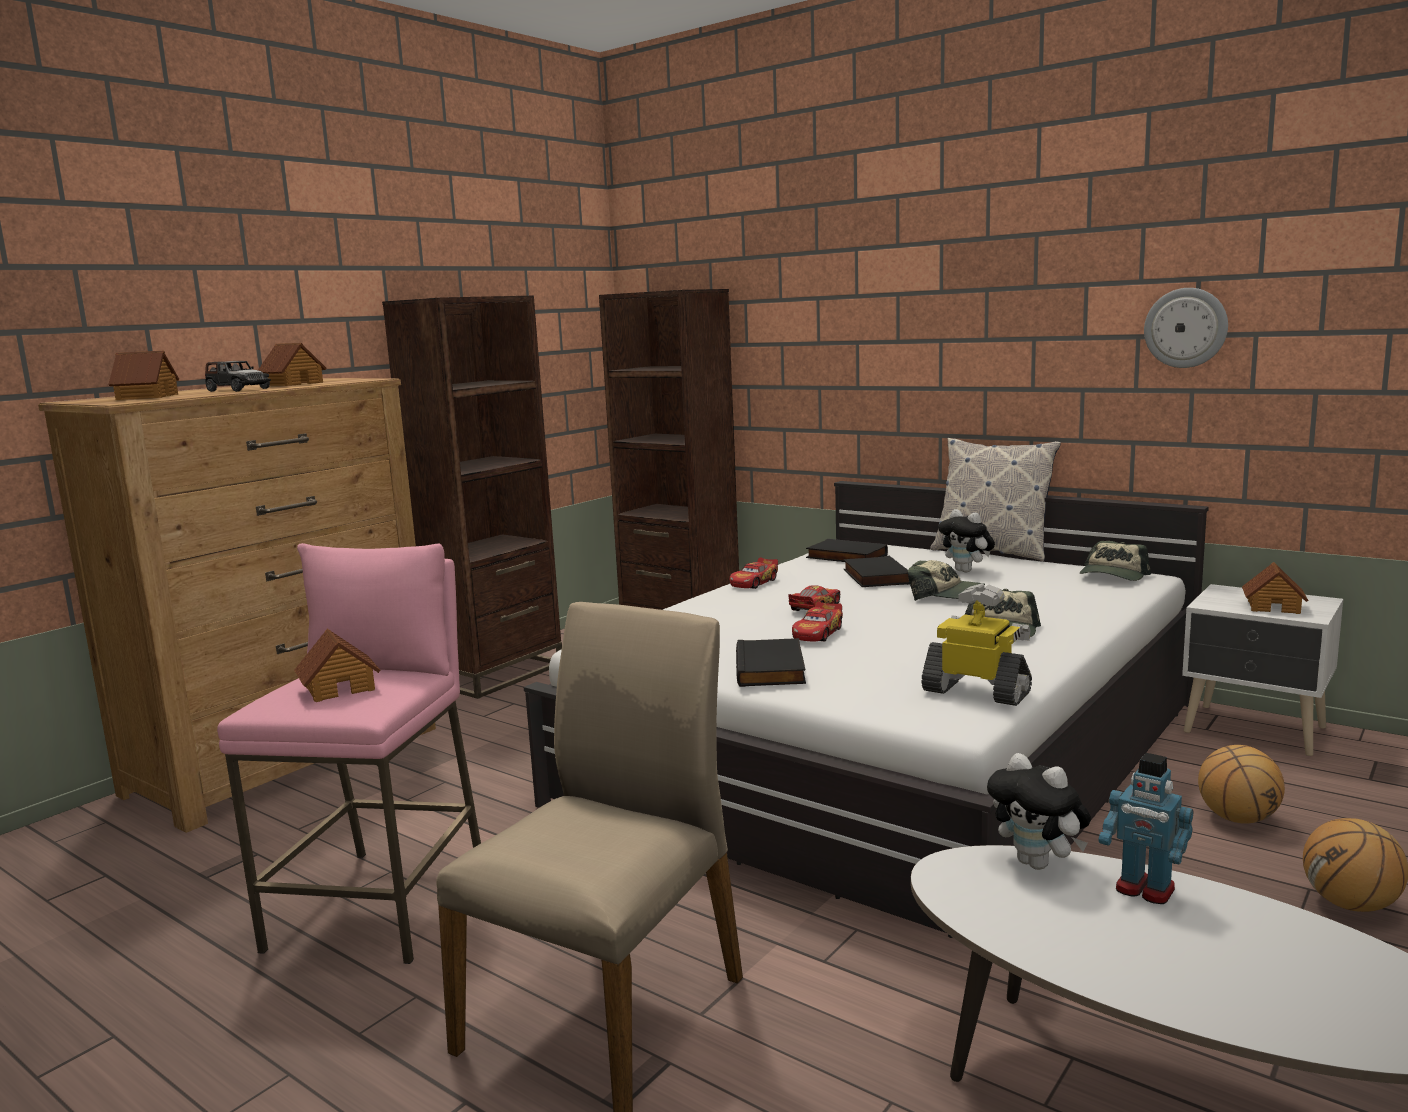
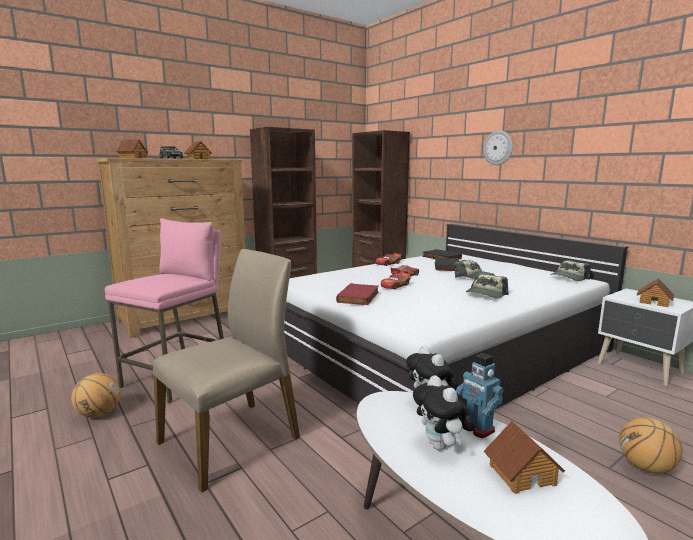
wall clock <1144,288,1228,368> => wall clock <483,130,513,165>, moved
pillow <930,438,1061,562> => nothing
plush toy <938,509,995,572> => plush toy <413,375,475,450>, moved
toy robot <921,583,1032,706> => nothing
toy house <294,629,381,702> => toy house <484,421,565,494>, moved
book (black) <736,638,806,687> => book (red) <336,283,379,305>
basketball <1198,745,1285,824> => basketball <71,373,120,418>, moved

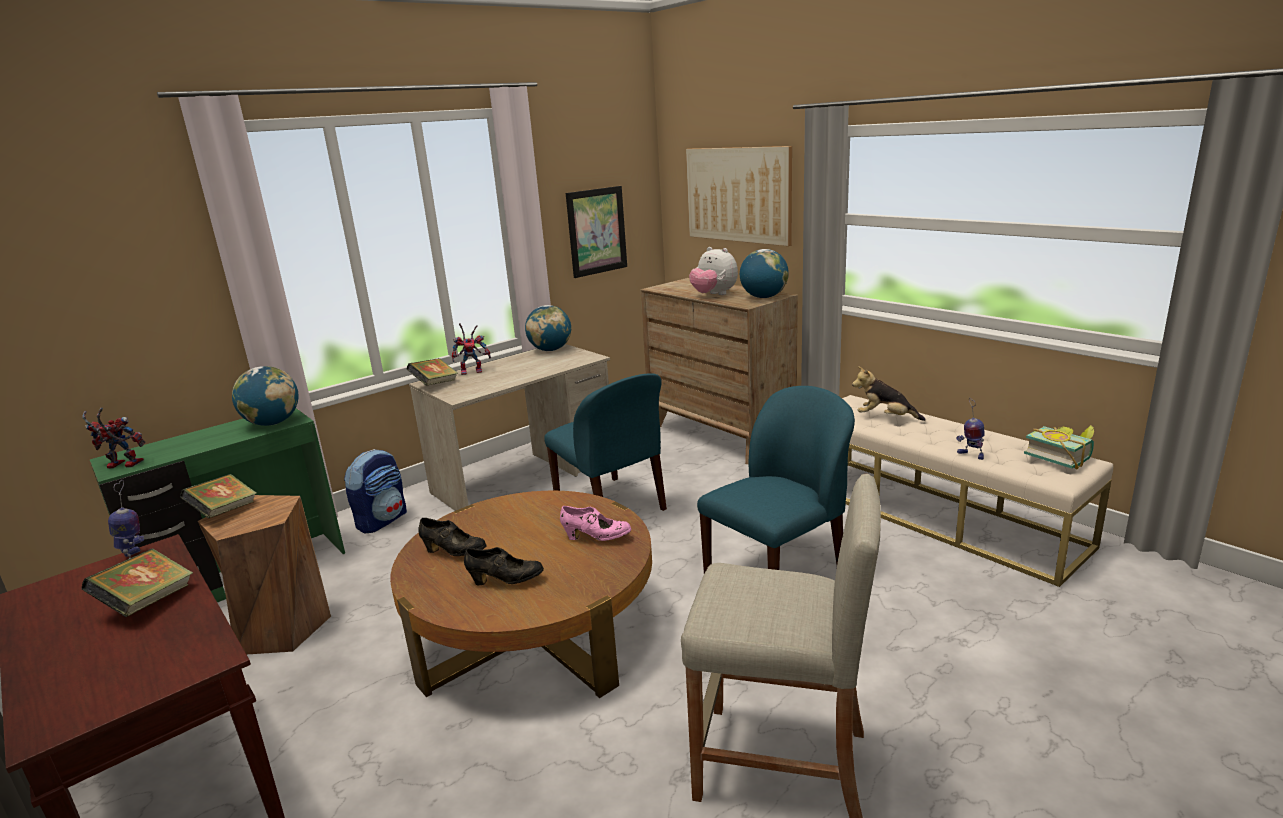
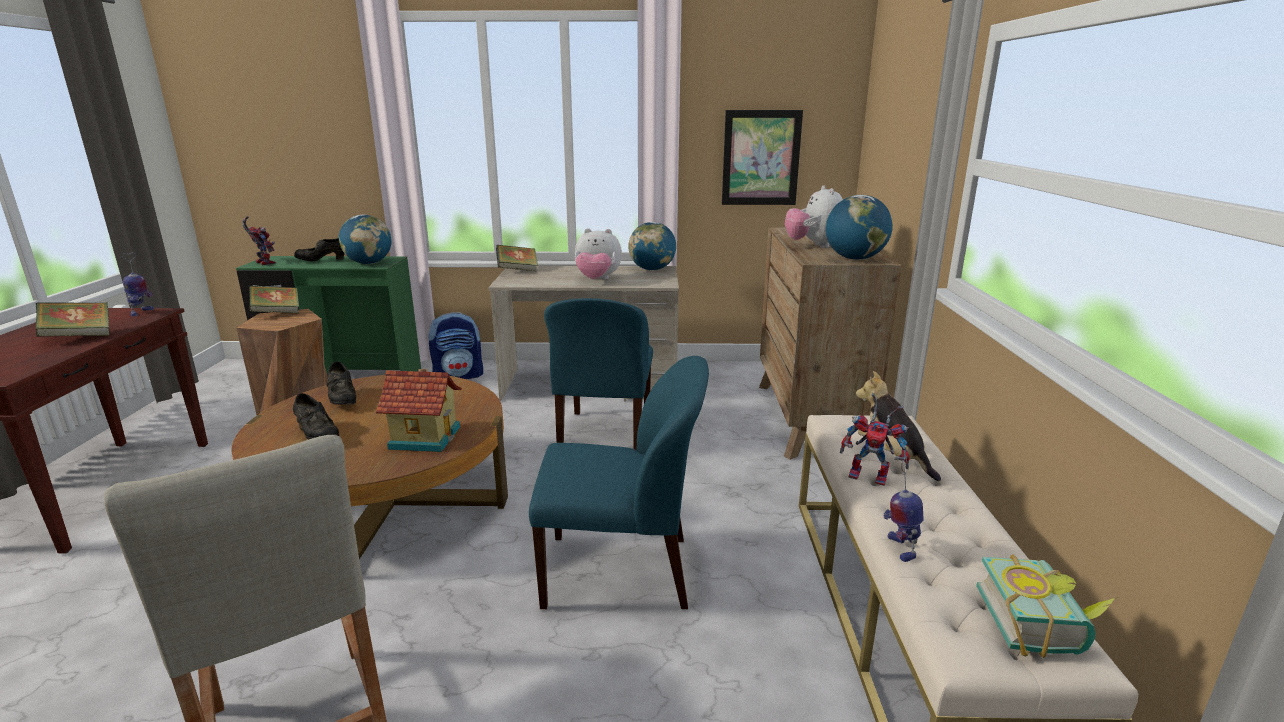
picture <686,146,792,246> => nothing
toy robot <452,323,491,375> => toy robot <840,393,910,486>, moved
shoe (pink) <560,506,631,541> => toy house <376,369,462,452>
nothing => plush toy <574,228,622,280>
nothing => shoe (black) <294,238,345,261>

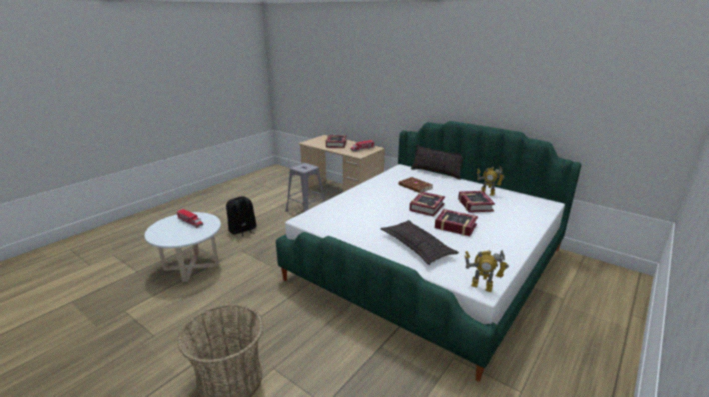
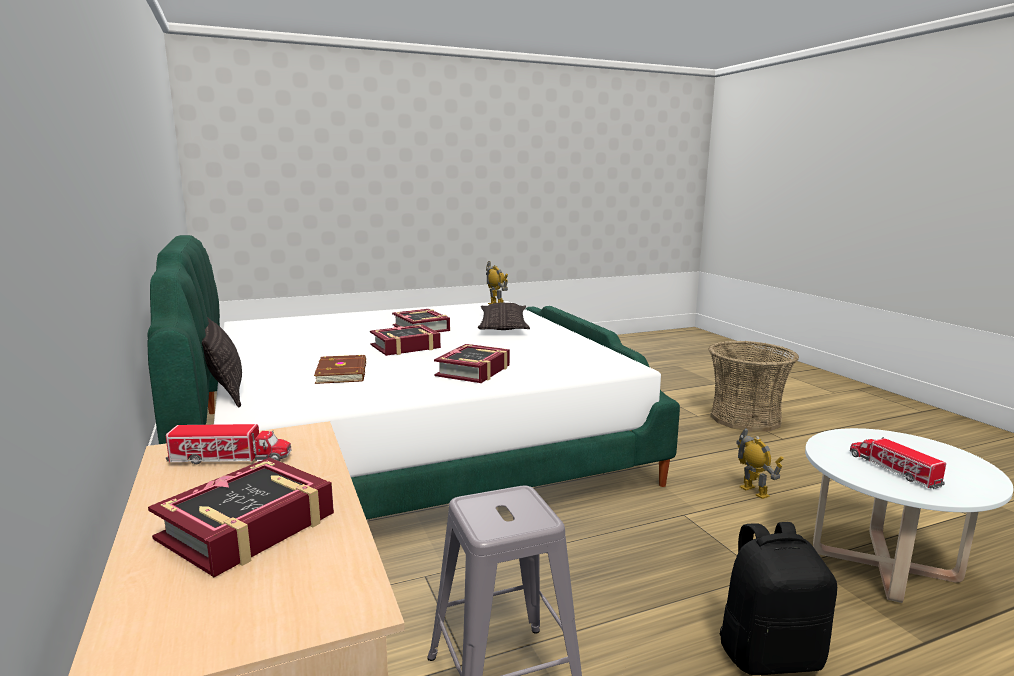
toy robot <477,167,505,196> => toy robot <736,428,784,499>, moved
book <458,191,495,213> => book <434,344,510,383>, moved

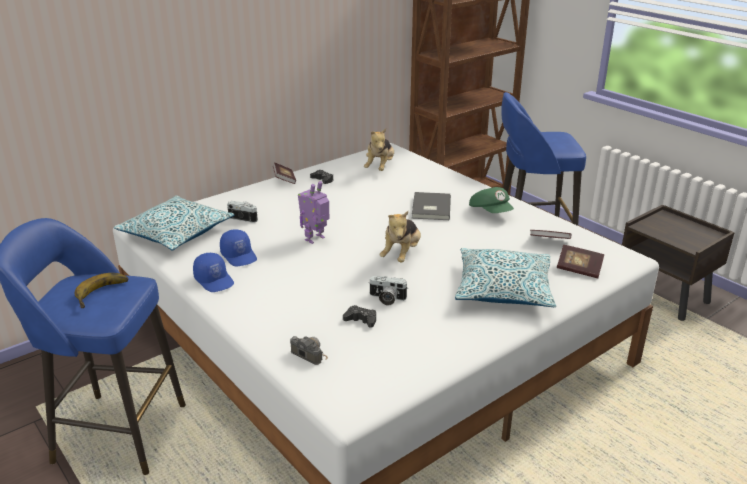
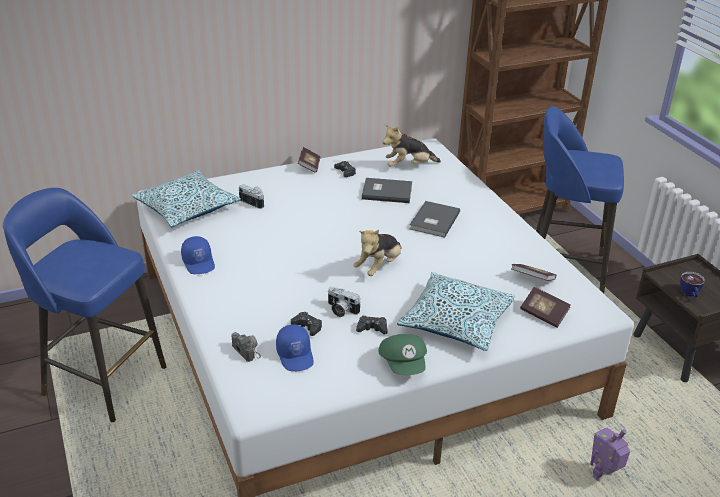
plush toy <364,128,394,171> => plush toy <383,124,441,167>, 45 degrees clockwise
toy robot <298,181,329,244> => toy robot <590,428,630,482>, moved
cap (green) <469,187,514,213> => cap (green) <378,334,427,375>, moved
cap (blue) <220,229,257,266> => cap (blue) <276,324,314,371>, moved
banana <74,273,128,308> => nothing
nothing => book (grey) <362,178,412,203>
nothing => cup <680,272,705,298>
nothing => game controller (black) <356,316,388,334>

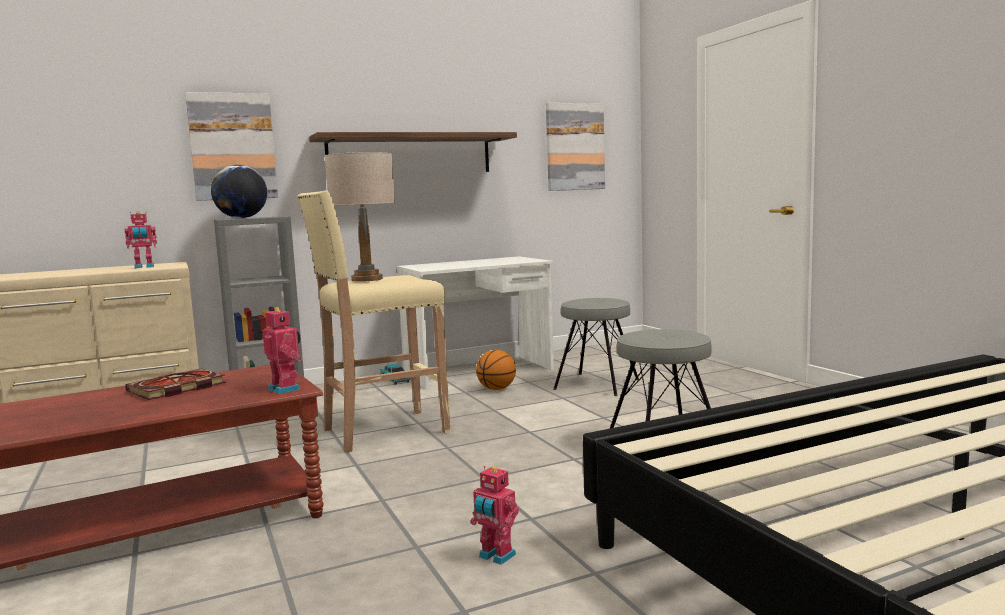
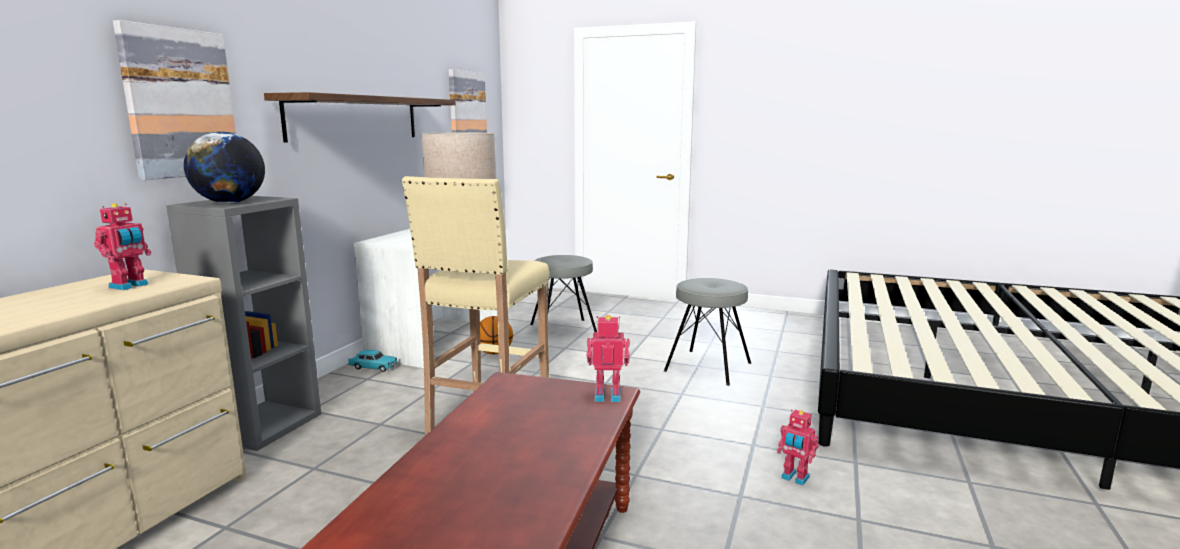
book <125,368,226,400> => nothing
toy robot <470,466,519,565> => toy robot <777,409,819,486>, 45 degrees clockwise

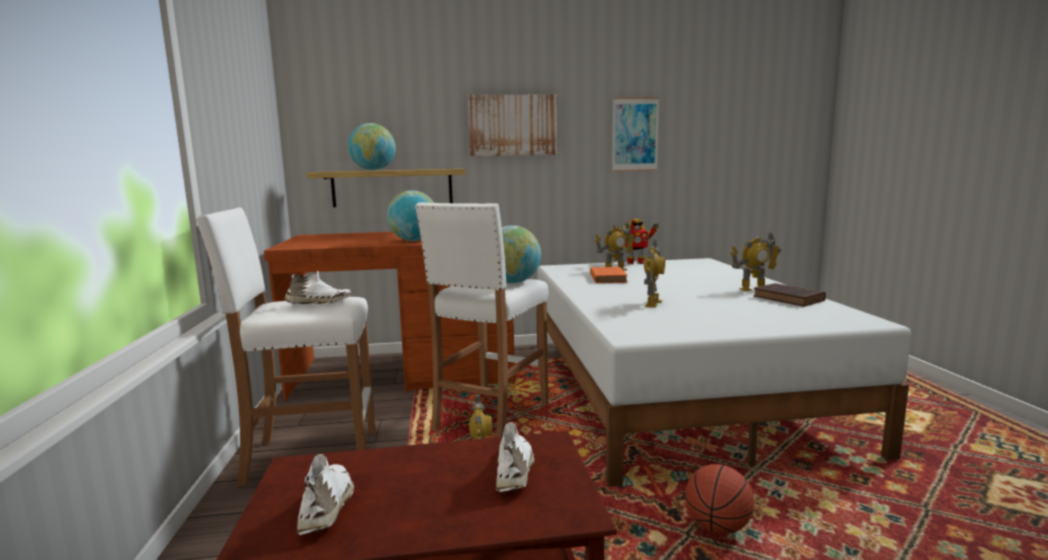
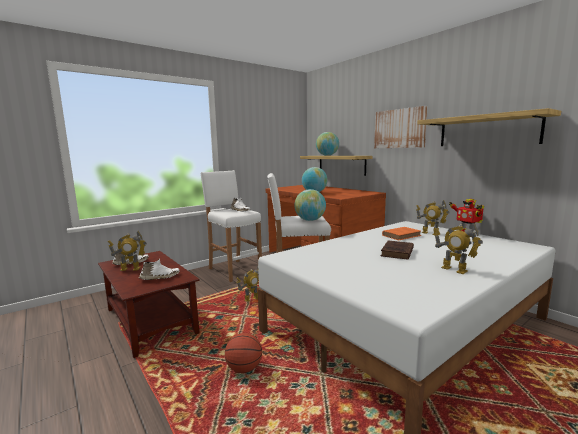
picture <612,97,659,172> => shelf <417,108,561,146>
toy robot <644,240,665,308> => toy robot <108,231,147,271>, moved
book (brown) <753,283,826,307> => book (brown) <381,241,414,260>, moved

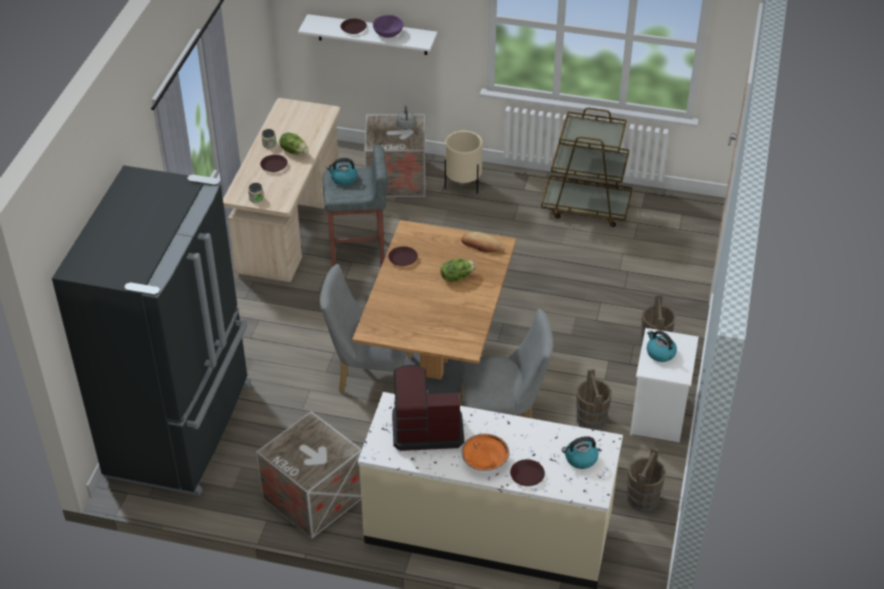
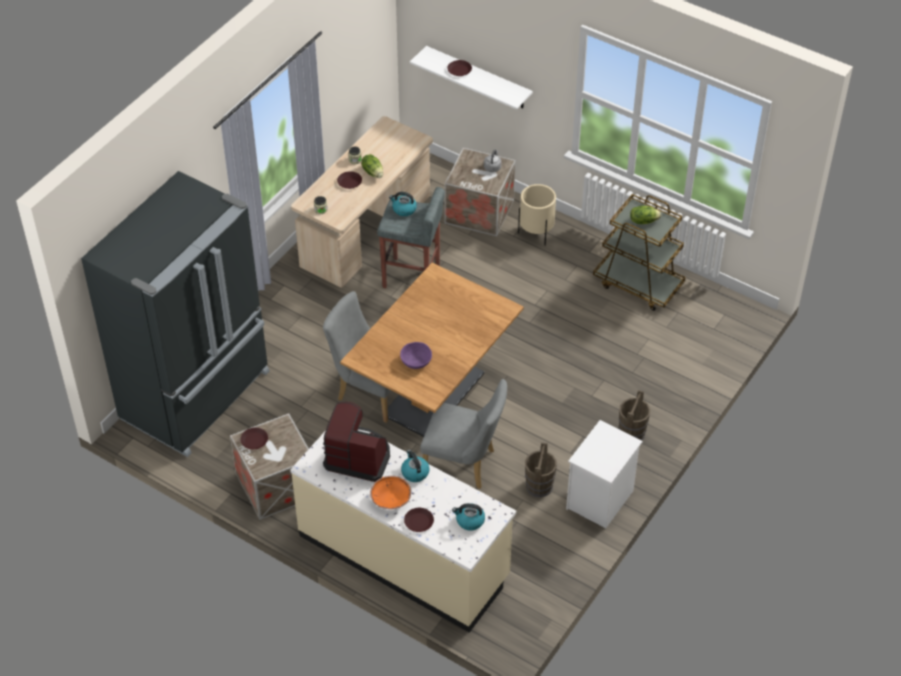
bowl (purple) <373,15,404,38> => bowl (purple) <400,342,432,369>, moved
bread <461,232,502,252> => nothing
plate (brown) <388,246,418,266> => plate (brown) <240,428,268,449>, moved
lettuce <440,258,476,282> => lettuce <630,206,662,224>, moved
kettle <647,330,677,362> => kettle <401,450,429,482>, moved
bucket (brown) <627,448,666,512> => nothing

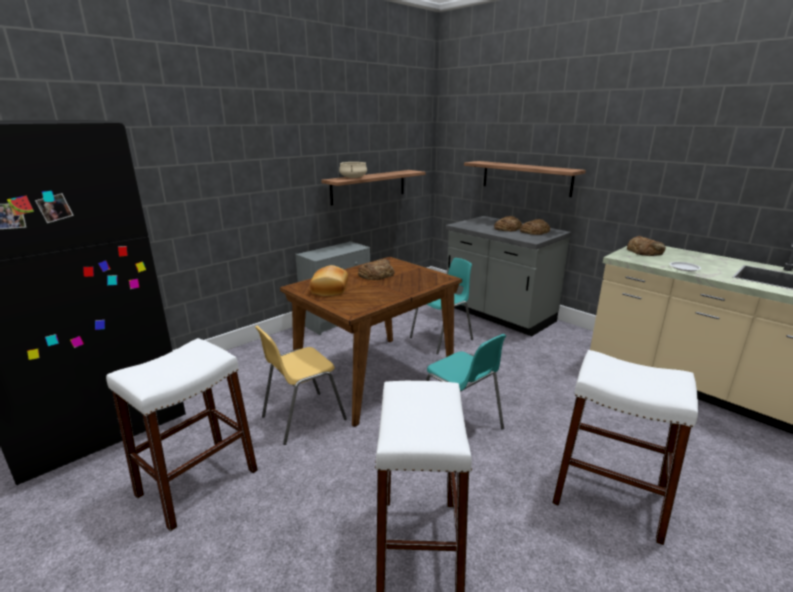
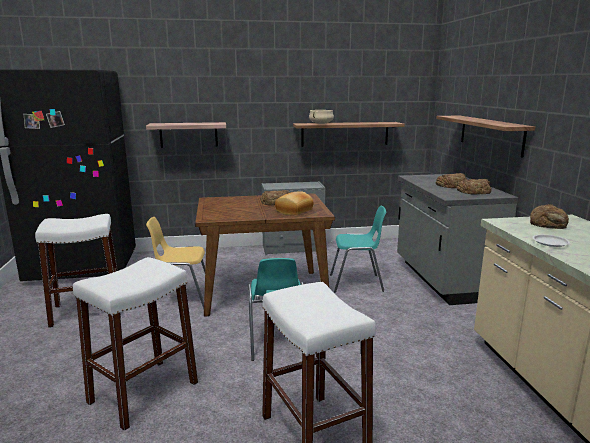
bread <310,265,348,296> => bread <275,192,314,215>, moved
nothing => shelf <146,122,226,148>

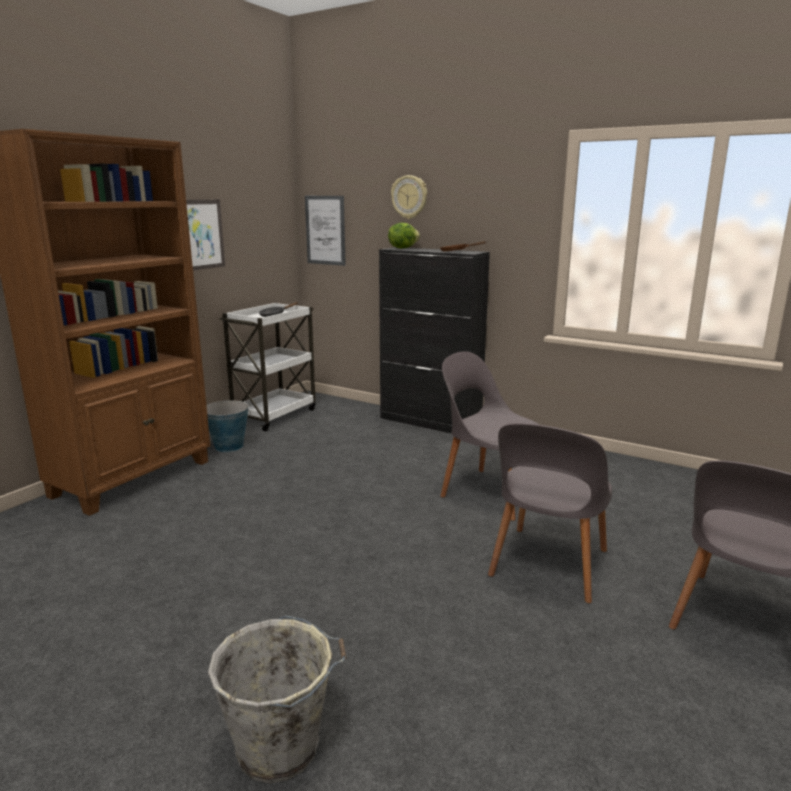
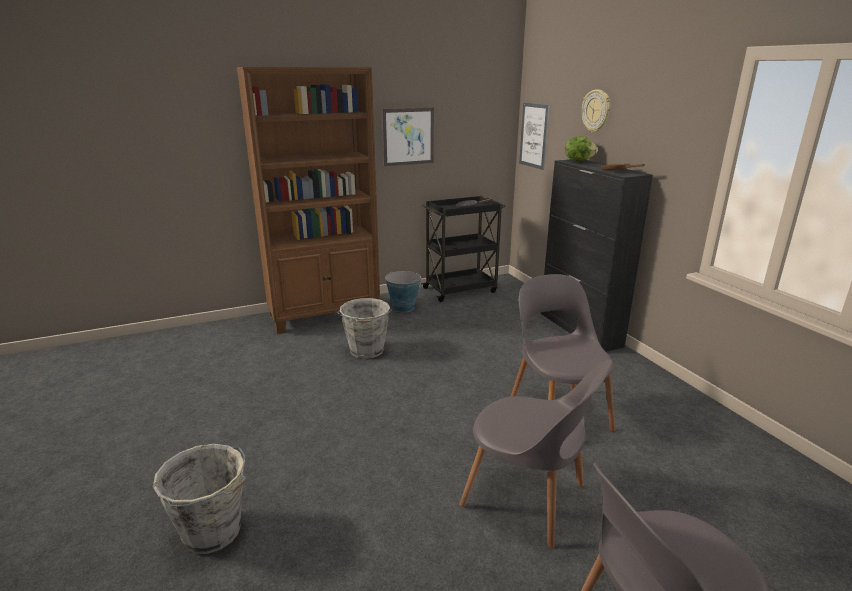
cart (white) <220,303,316,431> => cart (black) <421,196,506,302>
chair (grey) <488,423,612,603> => chair (grey) <459,359,613,548>, 120 degrees counterclockwise
nothing => bucket (grey) <337,298,392,359>

